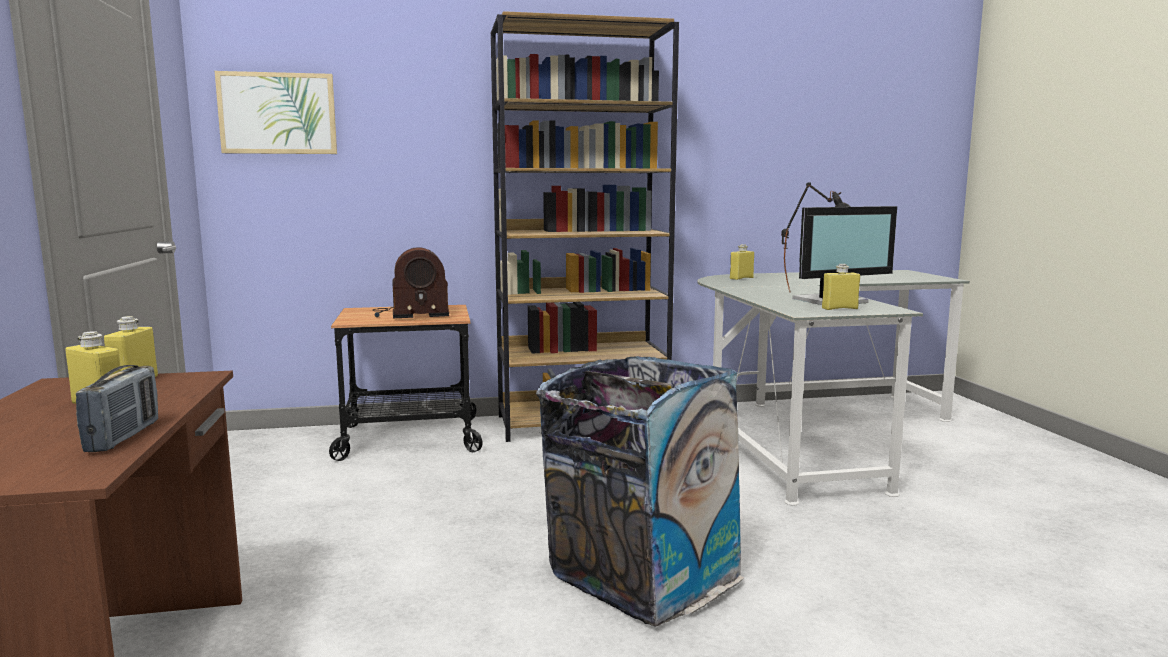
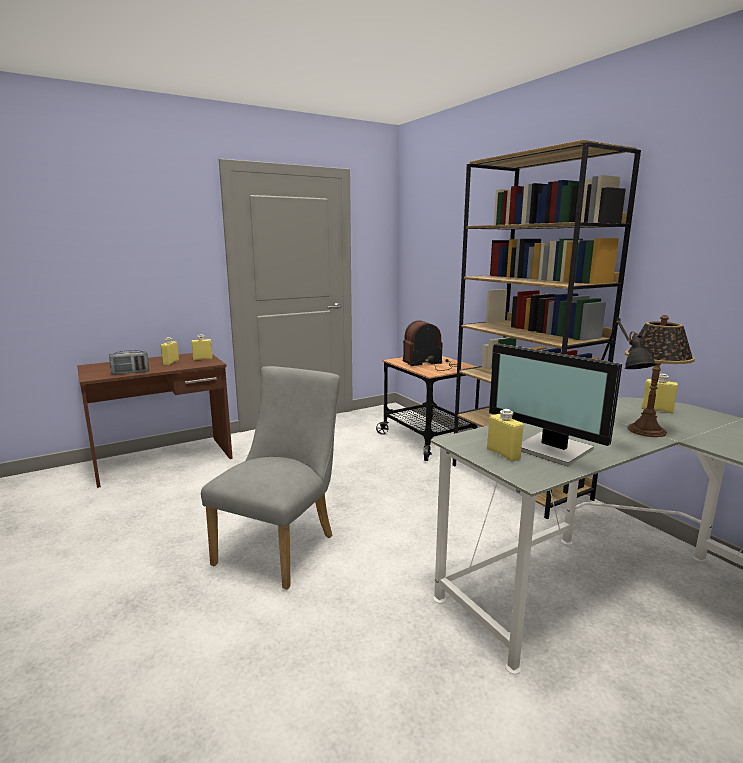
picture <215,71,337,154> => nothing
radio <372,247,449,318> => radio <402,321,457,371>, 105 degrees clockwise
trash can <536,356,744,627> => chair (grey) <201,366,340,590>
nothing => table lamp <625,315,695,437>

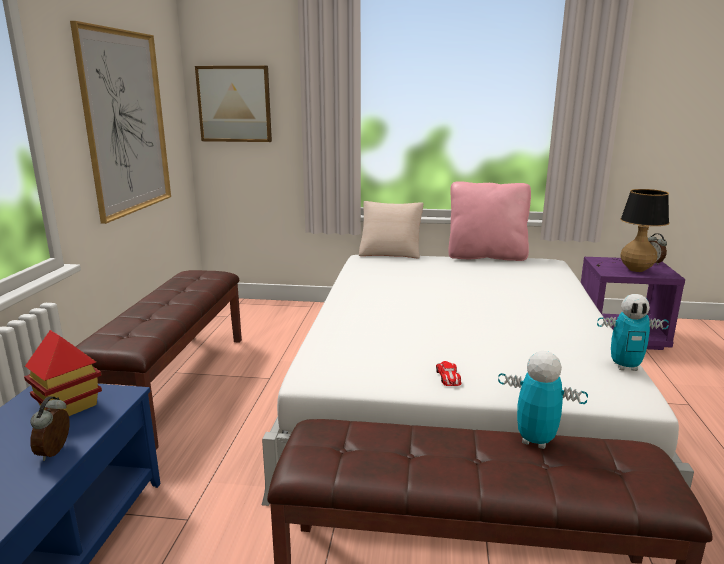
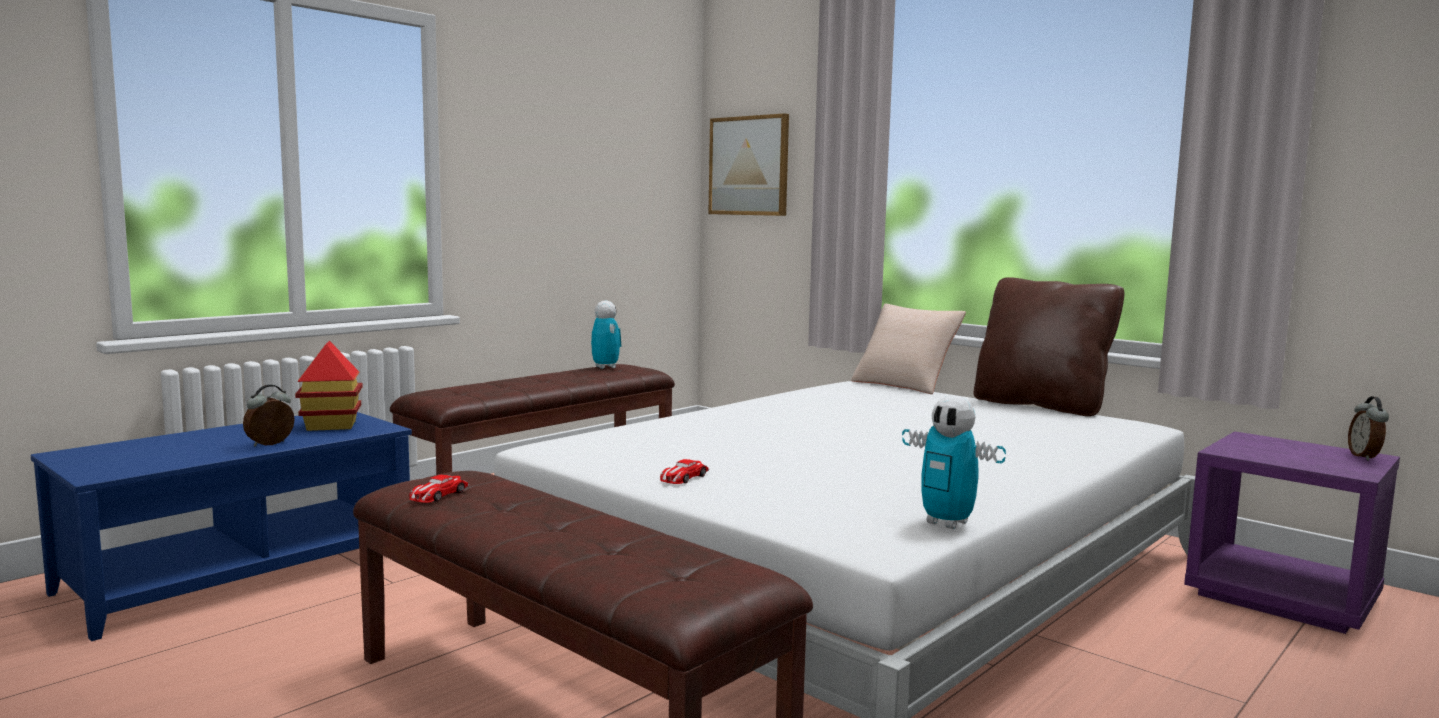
picture <70,21,171,224> => nothing
pillow (pink) <448,181,531,261> => pillow (brown) <974,277,1124,416>
table lamp <596,189,670,272> => nothing
toy robot <498,351,588,449> => toy robot <591,300,621,369>, moved
nothing => toy car <410,475,470,503>

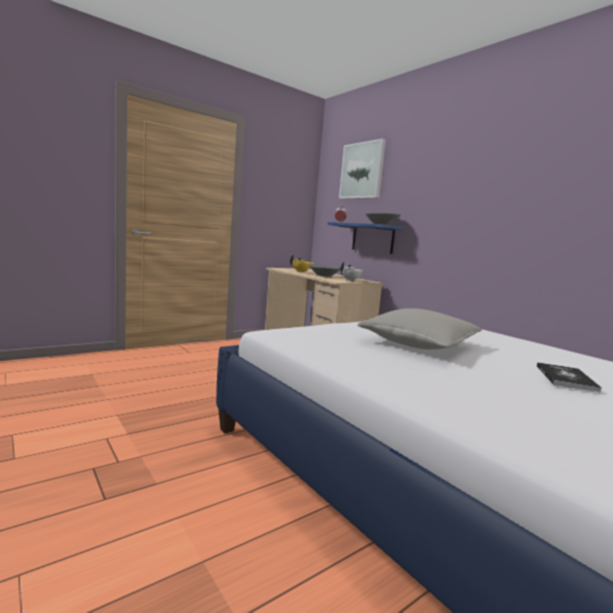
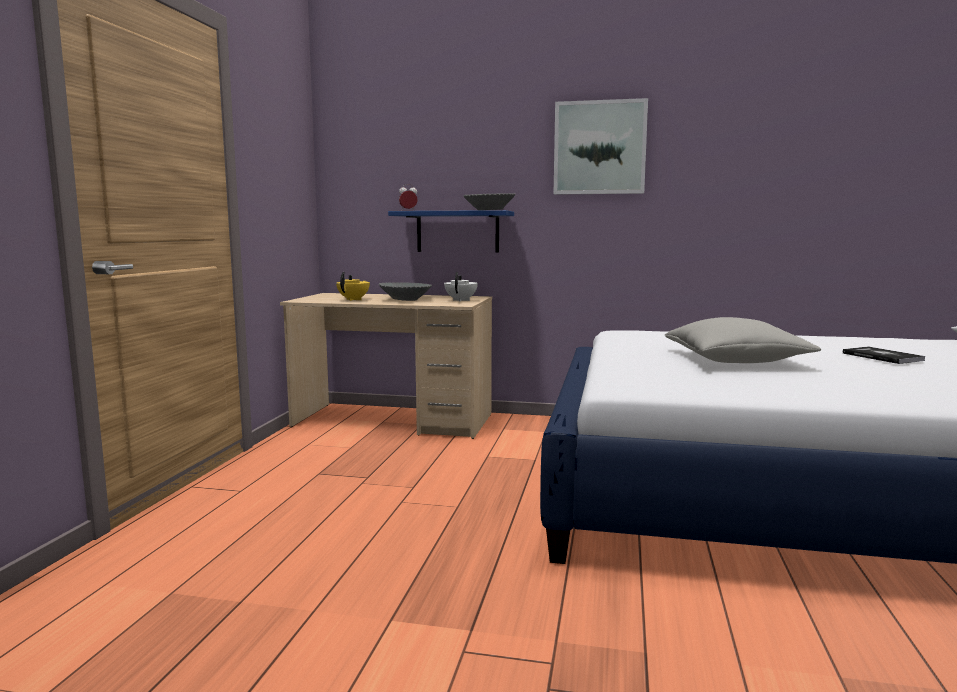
picture <339,138,386,199> => picture <554,98,648,195>, moved

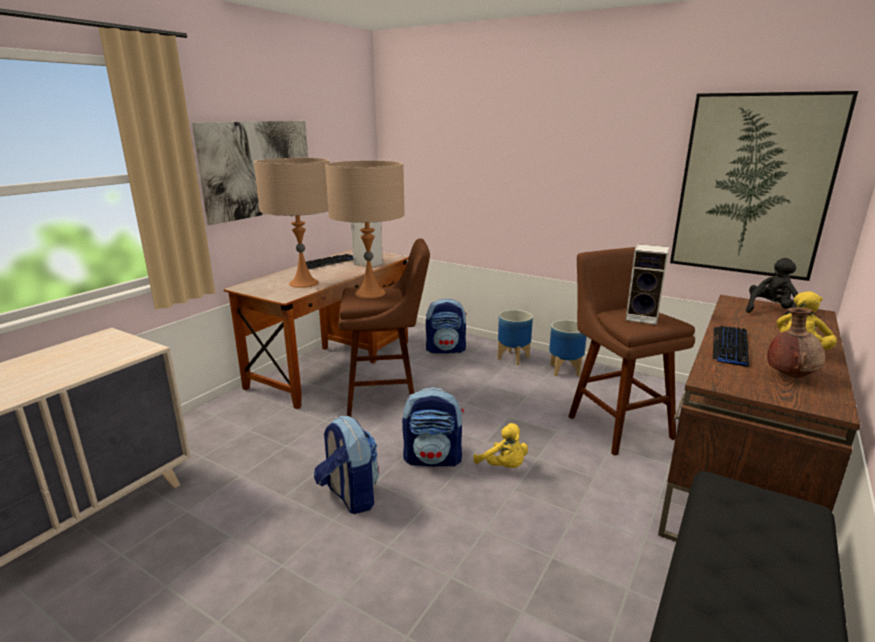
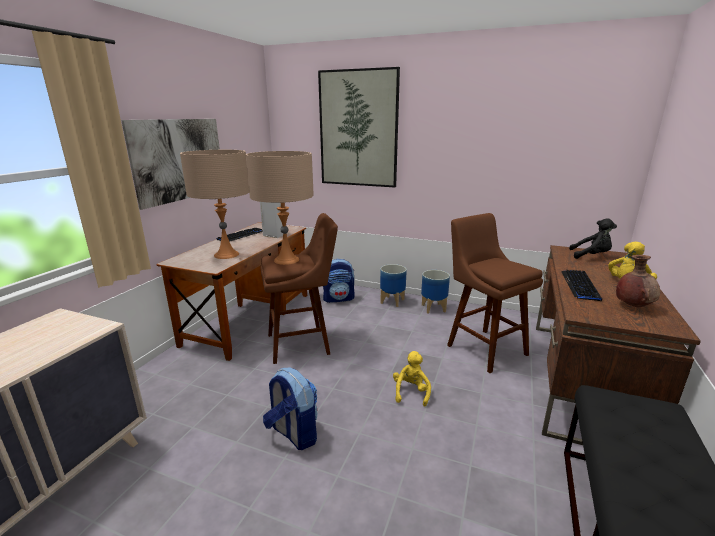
picture <670,91,858,281> => picture <318,67,400,187>, moved
speaker <625,244,669,325> => nothing
plush toy (black) <746,258,798,315> => plush toy (black) <569,218,617,259>, 75 degrees clockwise
backpack <402,387,464,467> => nothing
plush toy (yellow) <473,423,528,468> => plush toy (yellow) <393,351,431,407>, 120 degrees counterclockwise

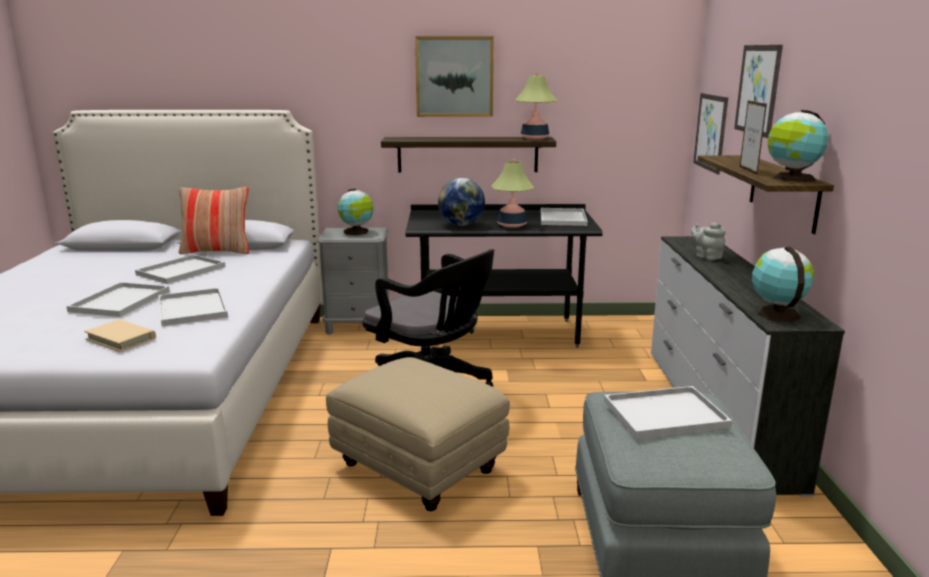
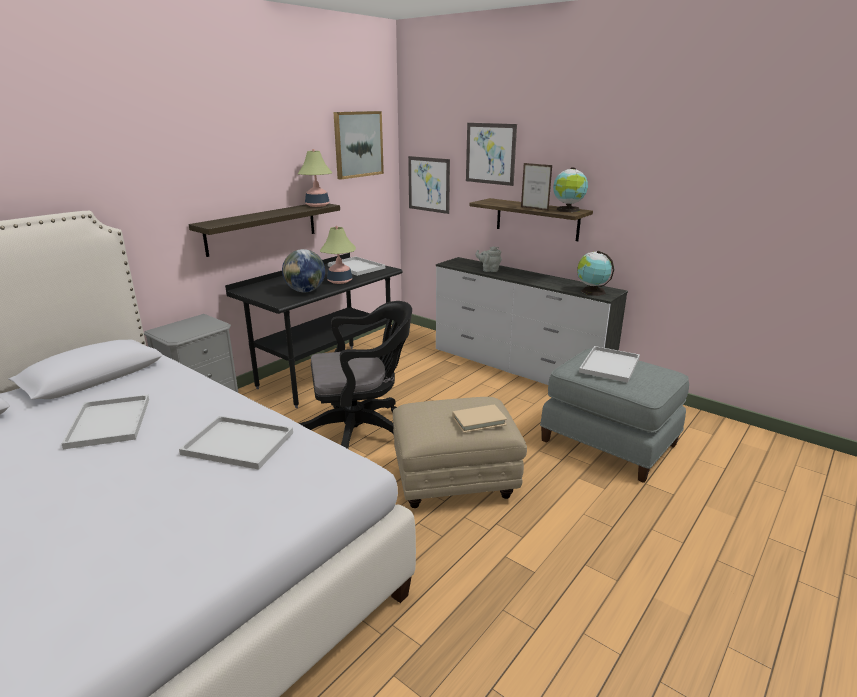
picture <415,36,494,117> => picture <333,111,384,179>, moved
pillow <179,187,249,254> => nothing
globe <338,189,374,235> => nothing
tray (white) <66,282,170,317> => nothing
book (beige) <84,320,156,352> => book (beige) <452,404,507,433>, moved

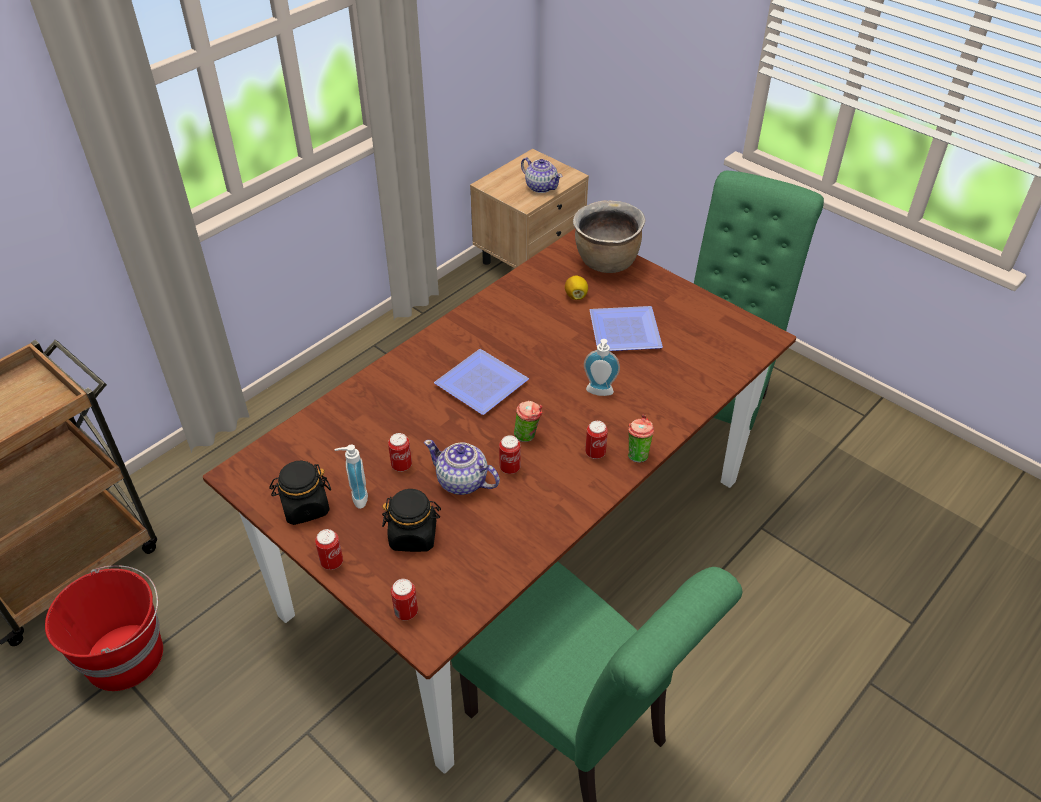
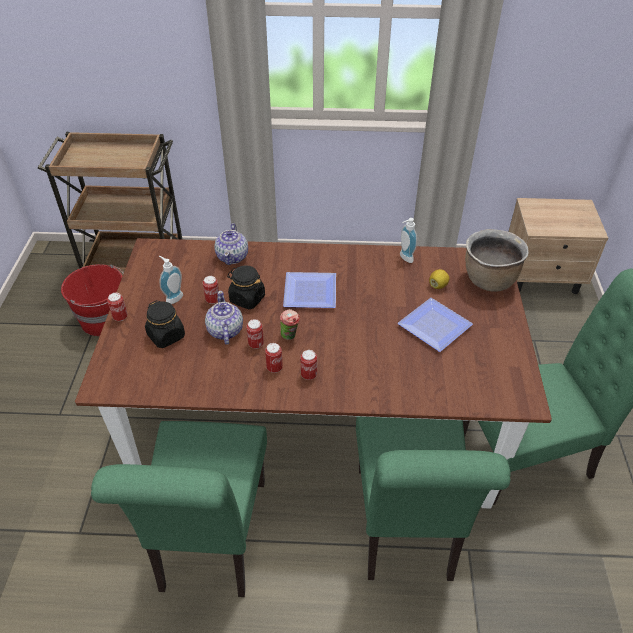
teapot <521,157,563,193> => teapot <214,223,248,265>, moved
soap dispenser <584,339,620,396> => soap dispenser <400,218,417,263>, moved
cup <628,415,654,463> => nothing
jar (black) <269,461,331,525> => jar (black) <227,265,265,309>, moved
can <391,579,418,620> => can <265,343,283,373>, moved
nothing => chair (green) <356,416,511,581>

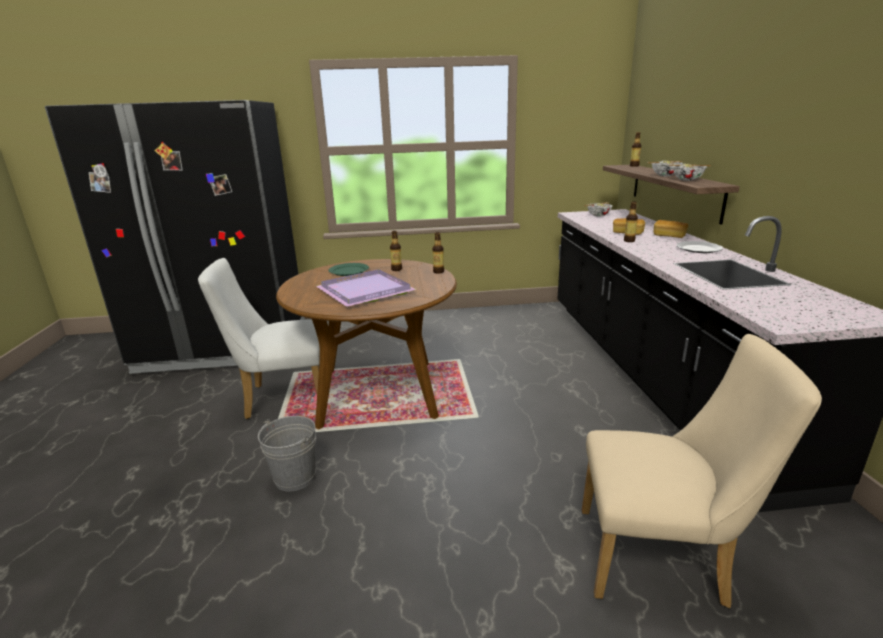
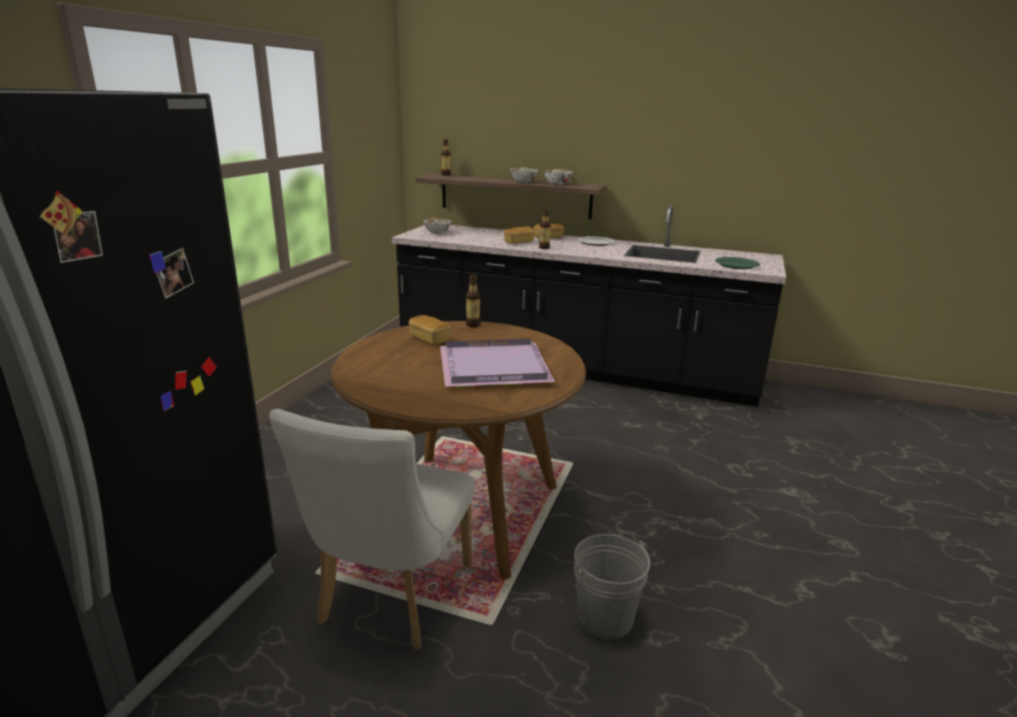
bottle <390,231,402,271> => bread <409,315,451,345>
plate (green) <329,263,369,276> => plate (green) <715,257,760,269>, moved
chair (beige) <582,334,822,608> => nothing

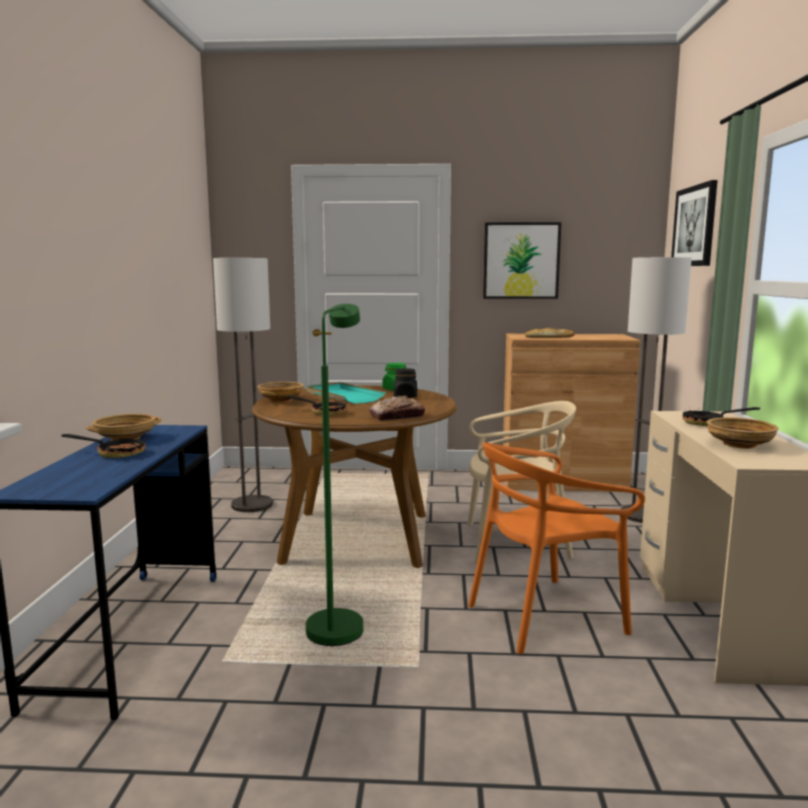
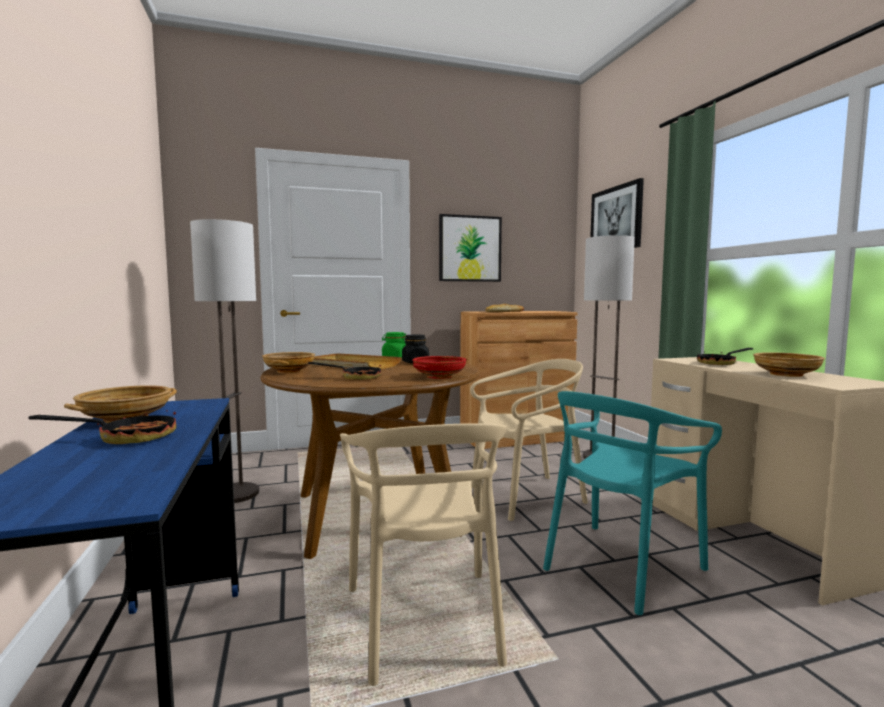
floor lamp (green) <306,304,363,646> => chair (beige) <340,423,507,686>
tray (turquoise) <307,382,386,404> => tray (beige) <310,353,402,369>
bread <369,396,425,421> => bowl (red) <412,356,467,379>
chair (orange) <468,442,645,654> => chair (turquoise) <543,391,722,615>

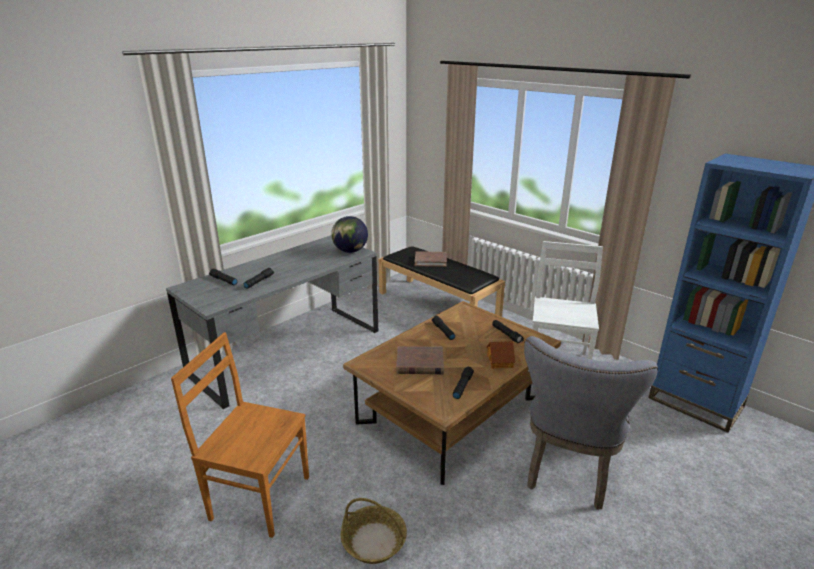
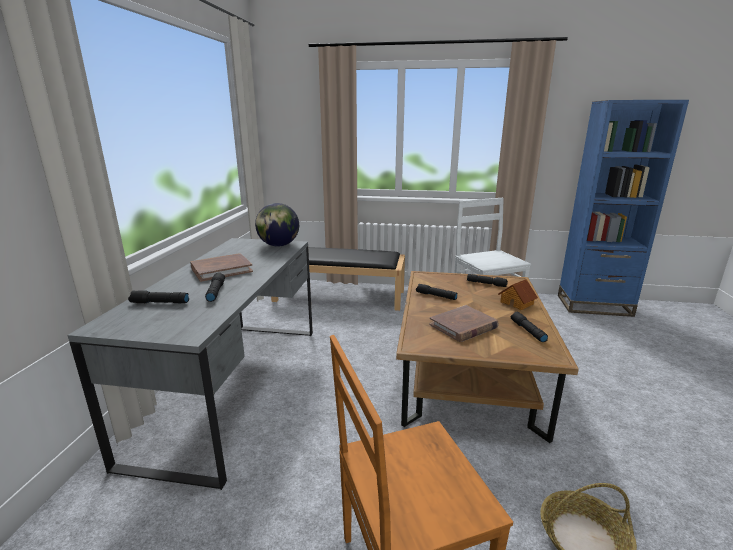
book (brown) <415,251,447,267> => book (brown) <191,253,253,282>, moved
chair (grey) <524,336,658,510> => nothing

